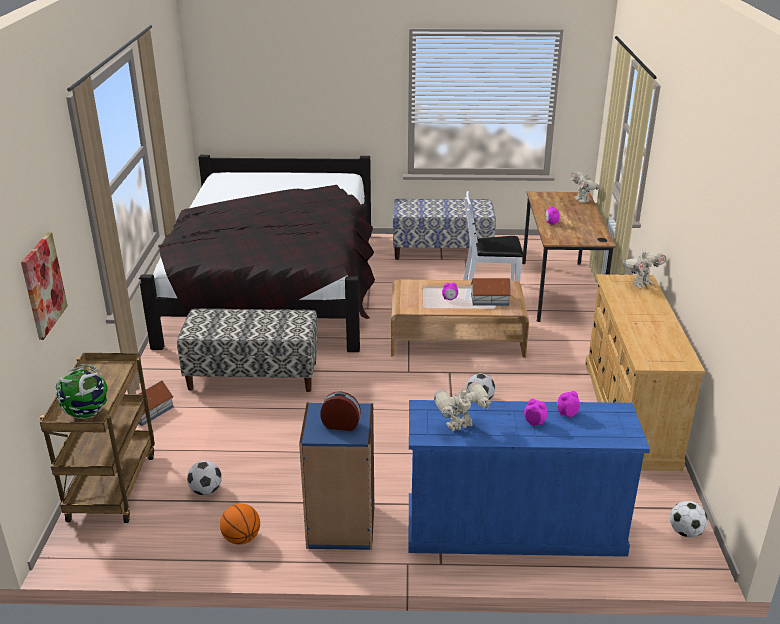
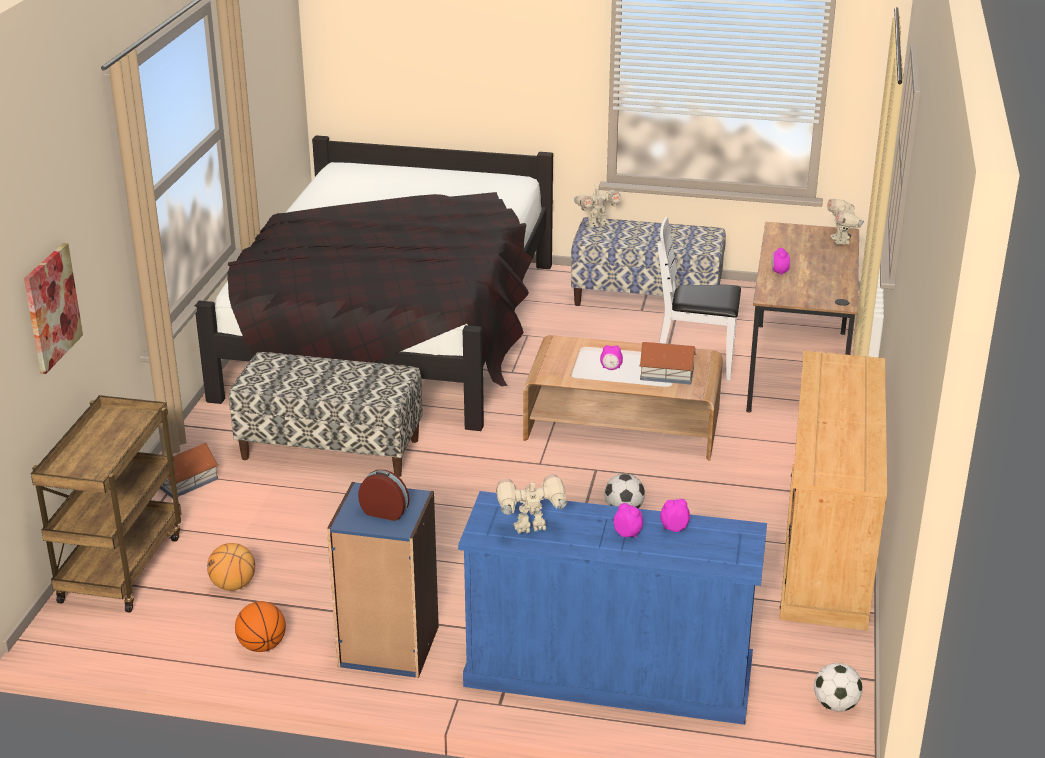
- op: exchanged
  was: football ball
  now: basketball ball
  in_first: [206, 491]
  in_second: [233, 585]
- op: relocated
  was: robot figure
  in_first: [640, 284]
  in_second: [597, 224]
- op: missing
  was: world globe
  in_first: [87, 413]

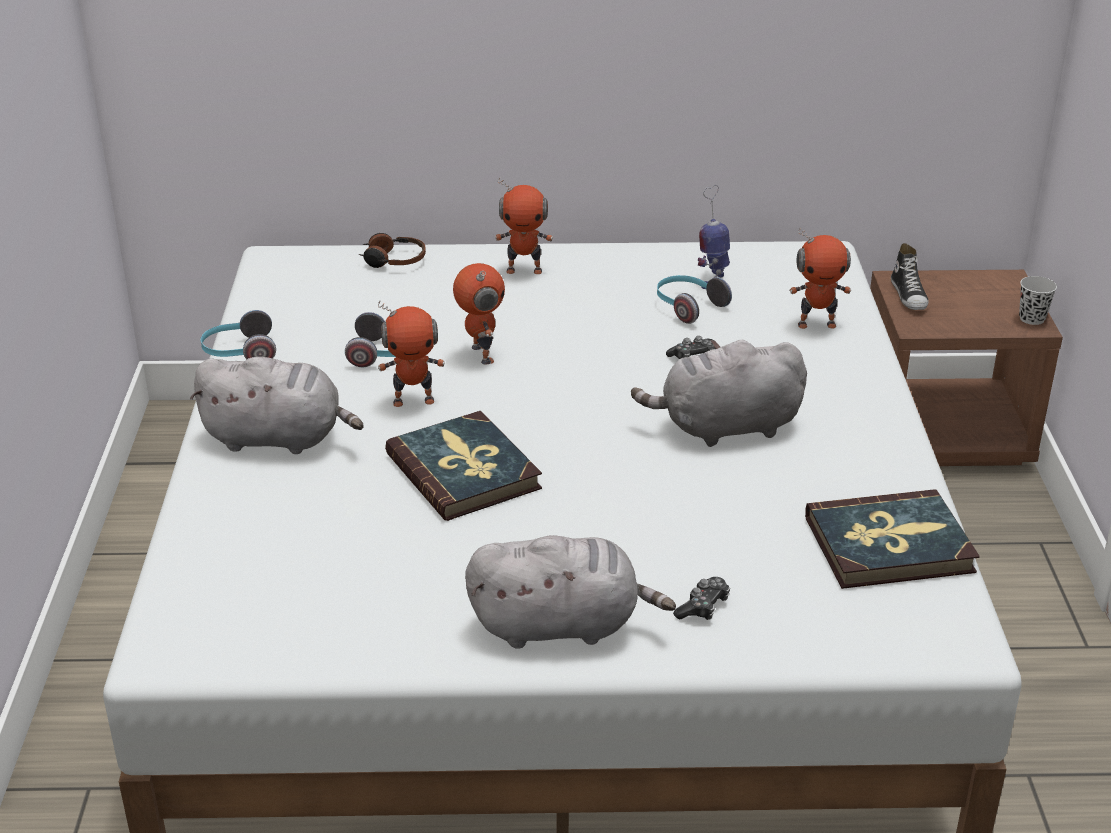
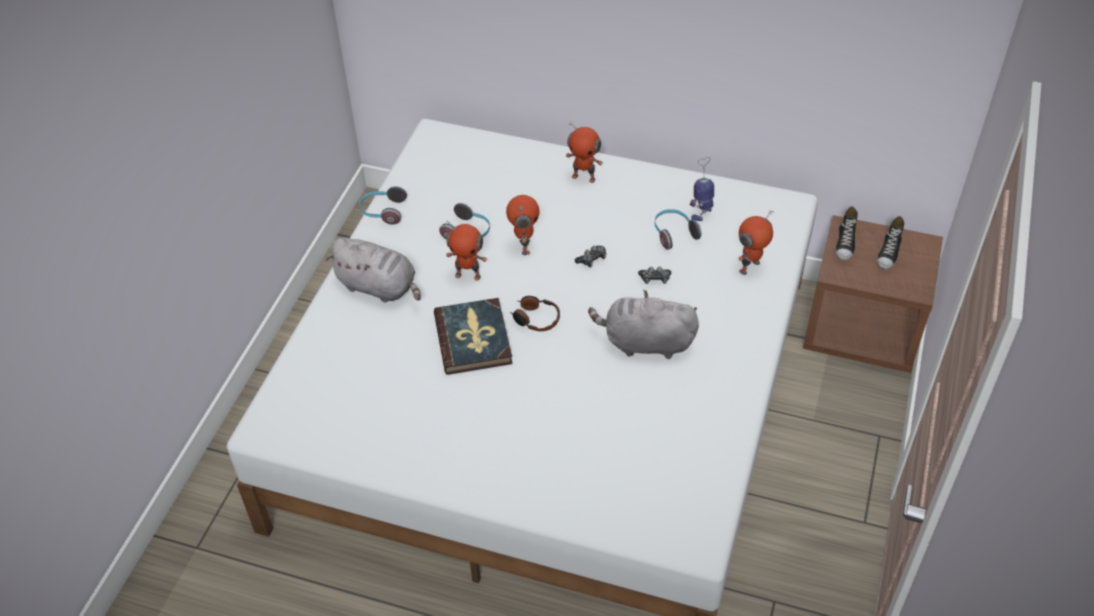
- op: relocated
  was: headset
  in_first: [393, 260]
  in_second: [535, 318]
- op: relocated
  was: joypad
  in_first: [703, 607]
  in_second: [592, 259]
- op: spun
  was: robot figure
  in_first: [816, 324]
  in_second: [750, 268]
  clockwise: 120
- op: appeared
  now: low shoe
  in_second: [889, 253]
- op: missing
  was: greyish cuddly toy
  in_first: [561, 625]
- op: missing
  was: bound book
  in_first: [889, 545]
- op: missing
  was: black small cup
  in_first: [1032, 318]

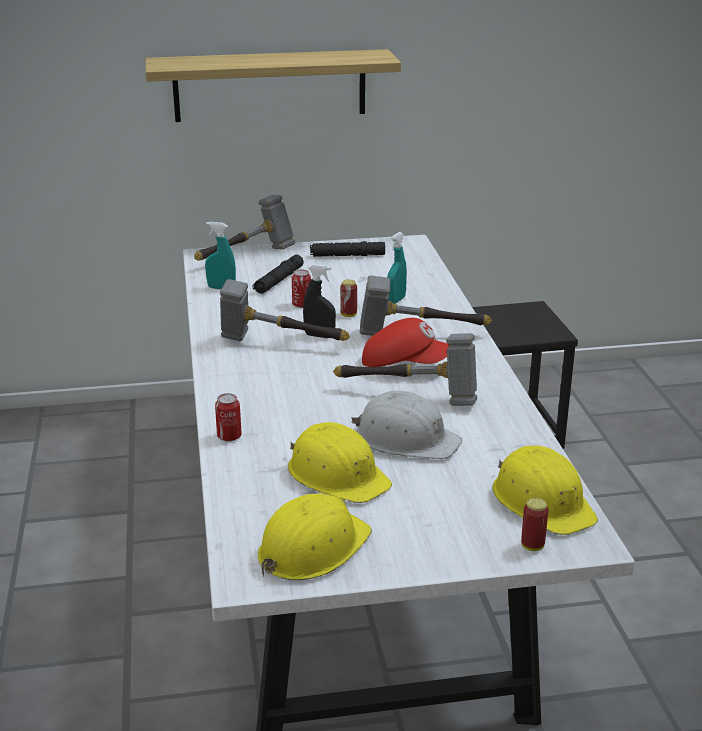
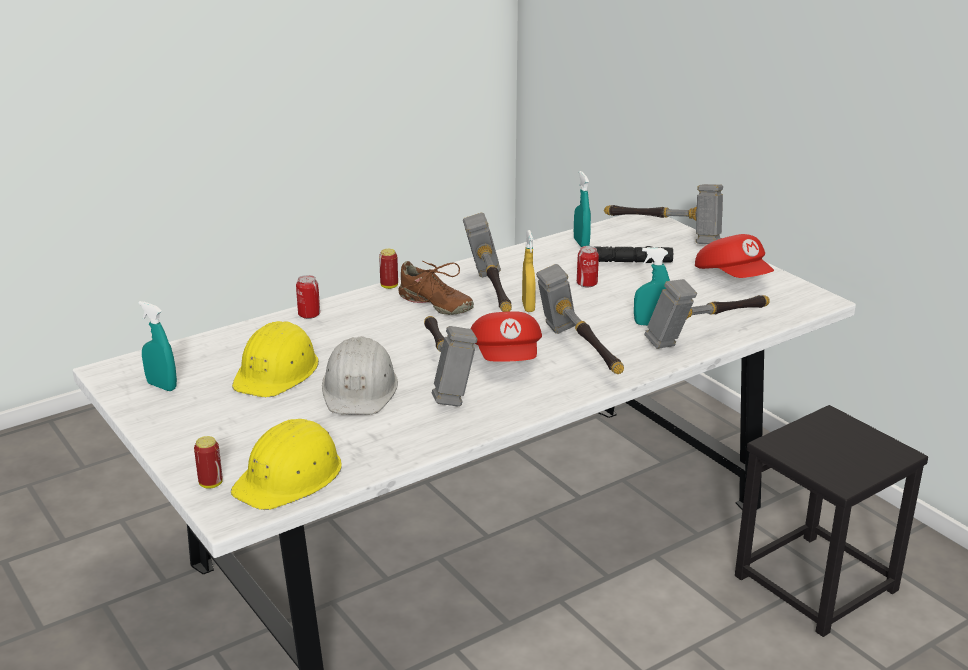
- op: exchanged
  was: yellowish work helmet
  now: turquoise sprayer
  in_first: [312, 548]
  in_second: [161, 386]
- op: relocated
  was: sealed can
  in_first: [348, 315]
  in_second: [389, 286]
- op: appeared
  now: brown low shoe
  in_second: [435, 304]
- op: colour
  was: black sprayer
  now: yellowish sprayer
  in_first: [319, 336]
  in_second: [528, 307]
- op: appeared
  now: hammer
  in_second: [706, 334]
- op: exchanged
  was: black flashlight
  now: red baseball cap
  in_first: [347, 255]
  in_second: [733, 277]
- op: missing
  was: bracket shelf
  in_first: [270, 85]

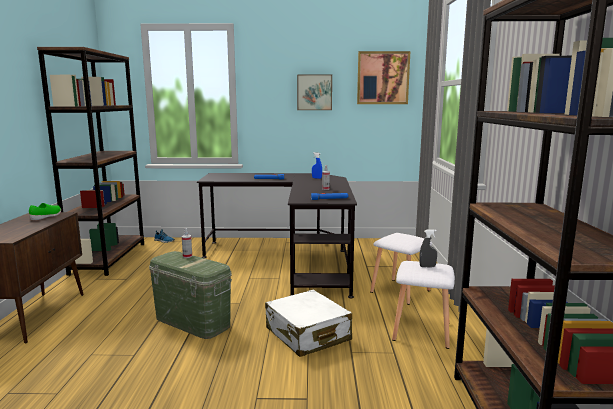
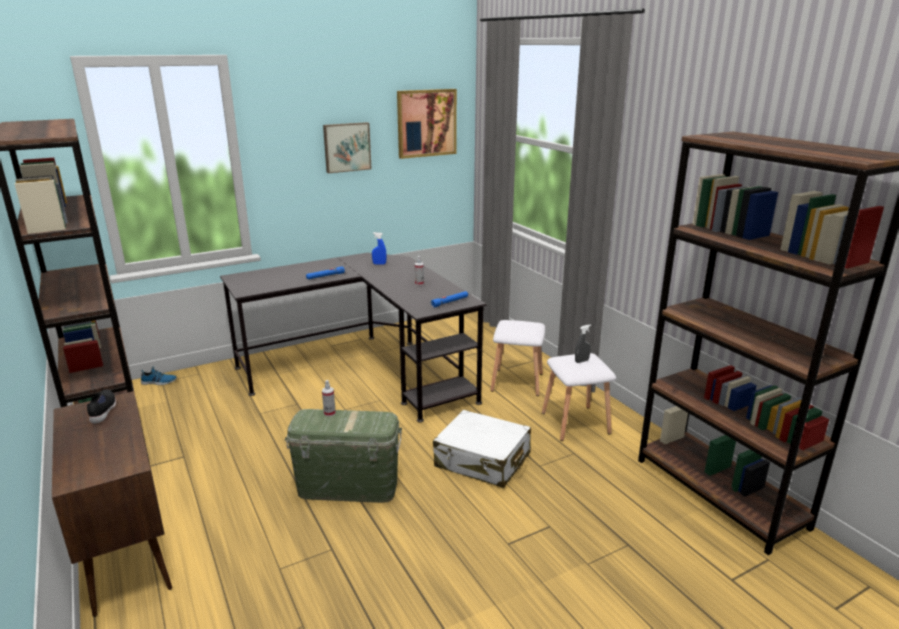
- op: colour
  was: greenish low shoe
  now: black low shoe
  in_first: [46, 217]
  in_second: [103, 411]

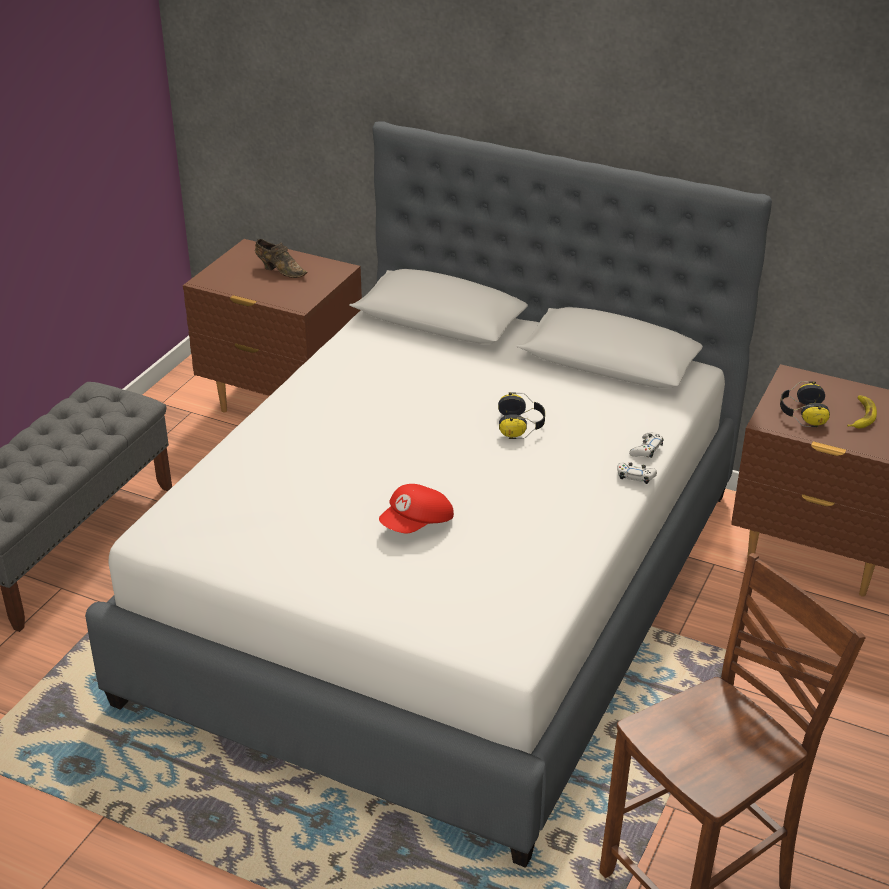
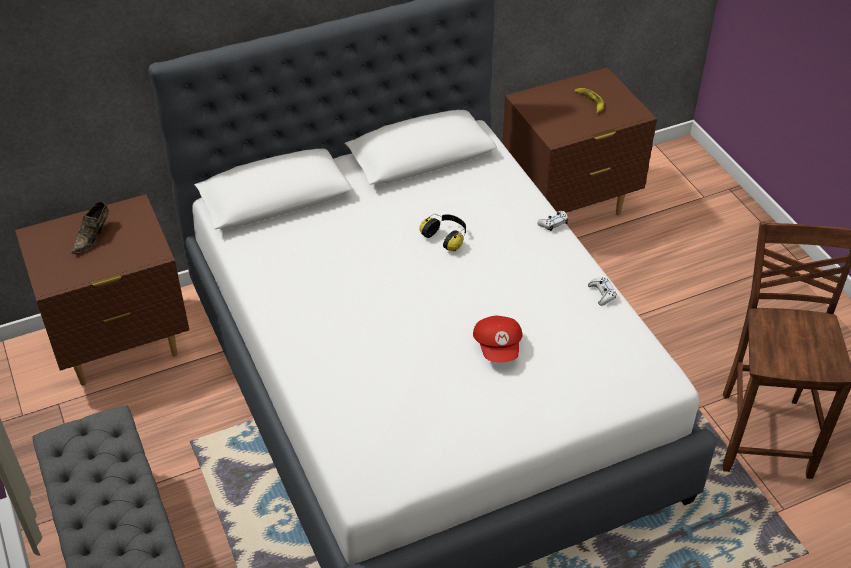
- op: spun
  was: brown low shoe
  in_first: [280, 270]
  in_second: [93, 237]
  clockwise: 135
- op: relocated
  was: whitish joypad
  in_first: [646, 449]
  in_second: [602, 294]
- op: missing
  was: headset
  in_first: [801, 414]

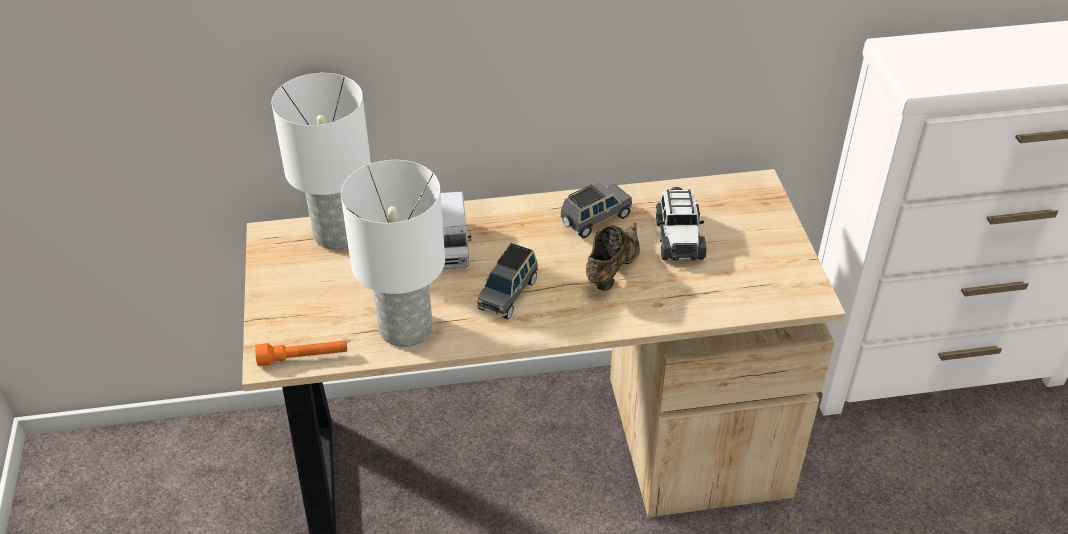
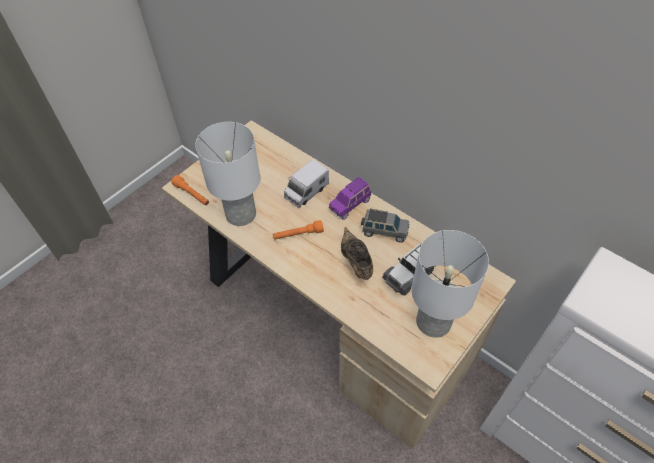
- op: exchanged
  was: greyish model car
  now: orangey flashlight
  in_first: [508, 294]
  in_second: [298, 235]
- op: appeared
  now: purplish model car
  in_second: [350, 204]
- op: spun
  was: brown low shoe
  in_first: [611, 270]
  in_second: [355, 262]
  clockwise: -90
- op: relocated
  was: whitish lamp for a table
  in_first: [339, 233]
  in_second: [434, 322]

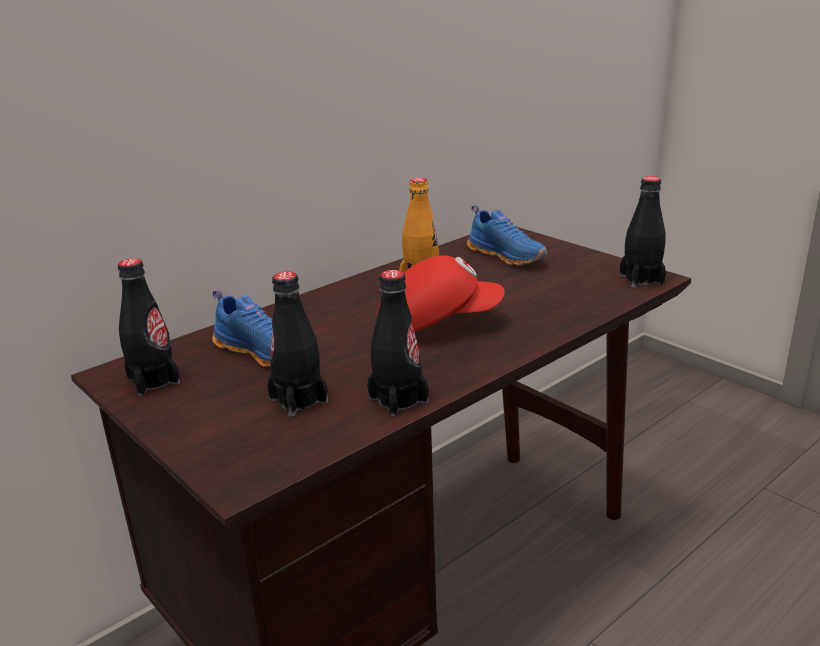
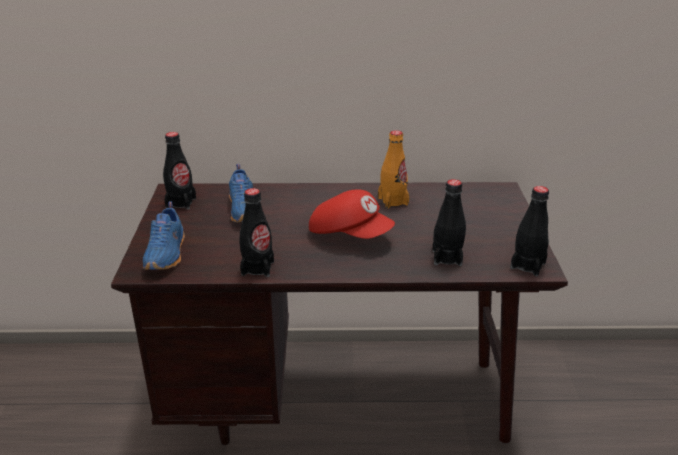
- op: relocated
  was: bluish low shoe
  in_first: [507, 256]
  in_second: [167, 254]
- op: relocated
  was: black bottle
  in_first: [298, 400]
  in_second: [447, 258]

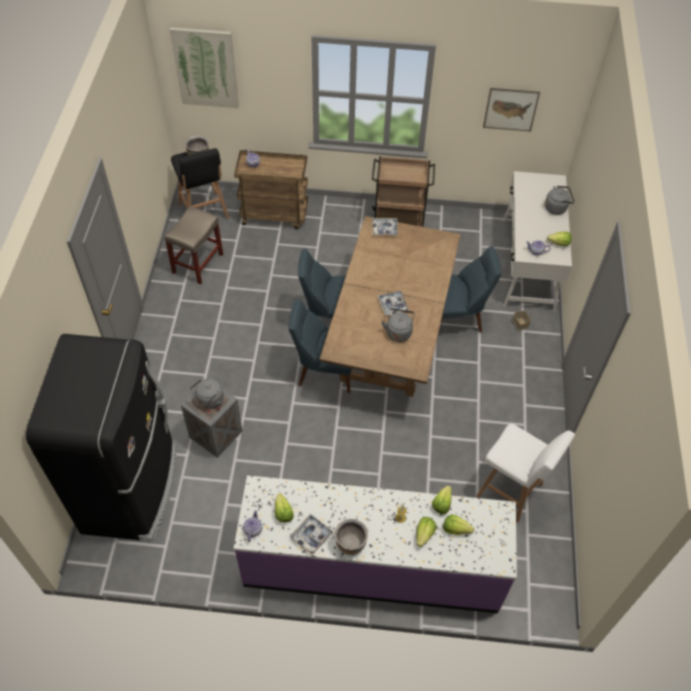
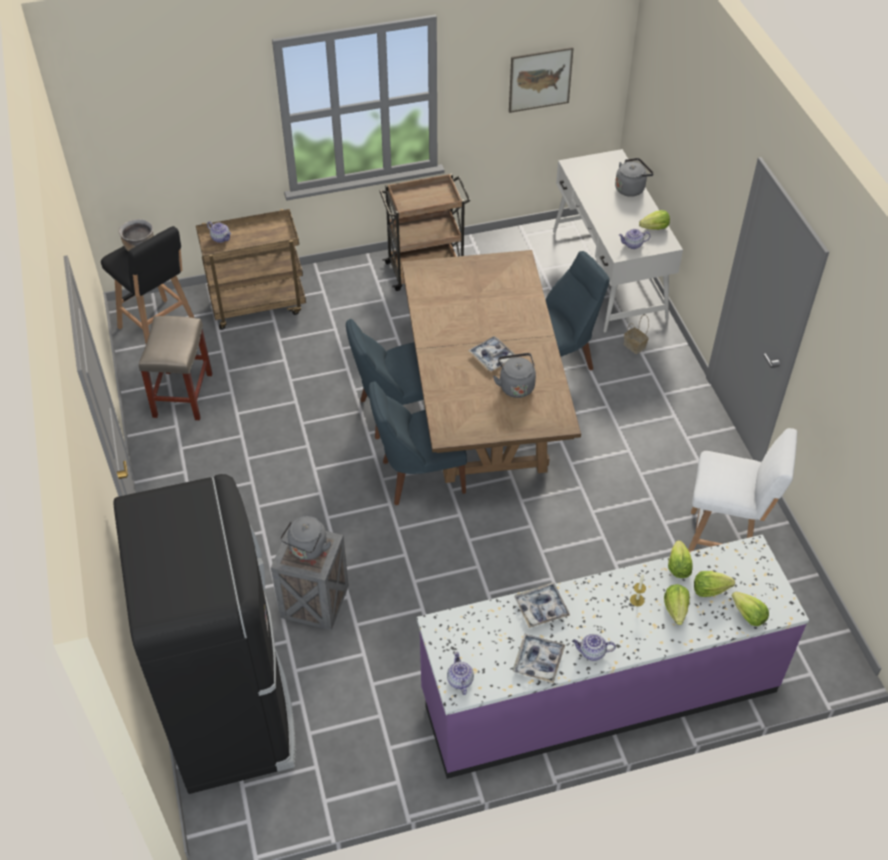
- op: relocated
  was: serving tray
  in_first: [384, 229]
  in_second: [541, 608]
- op: exchanged
  was: brown stockpot
  now: teapot
  in_first: [350, 543]
  in_second: [591, 652]
- op: relocated
  was: lettuce
  in_first: [283, 512]
  in_second: [748, 615]
- op: missing
  was: wall picture
  in_first: [206, 68]

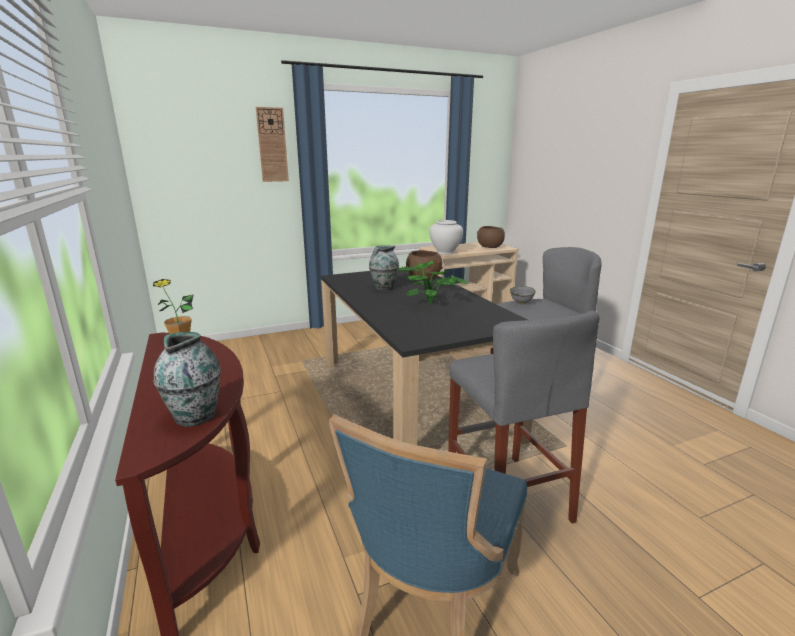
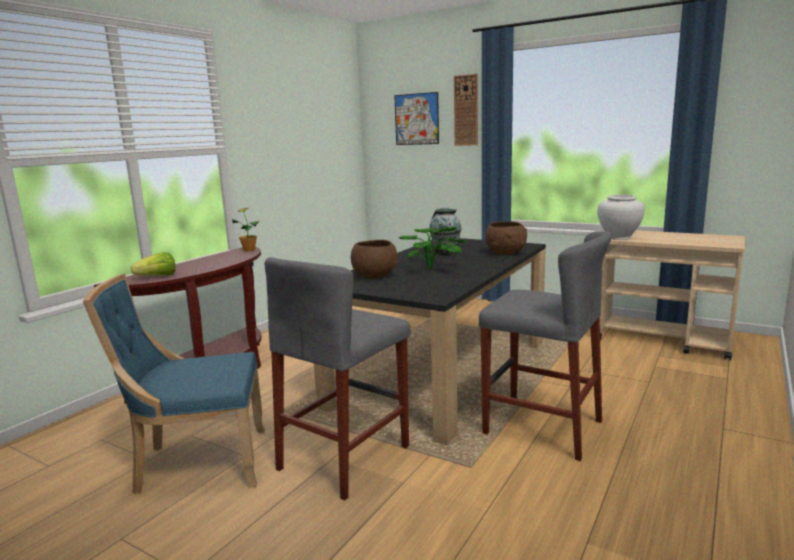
- op: exchanged
  was: decorative vase
  now: lettuce
  in_first: [195, 415]
  in_second: [158, 277]
- op: relocated
  was: brown bowl
  in_first: [489, 247]
  in_second: [374, 276]
- op: appeared
  now: wall picture
  in_second: [416, 119]
- op: missing
  was: greyish bowl
  in_first: [522, 303]

